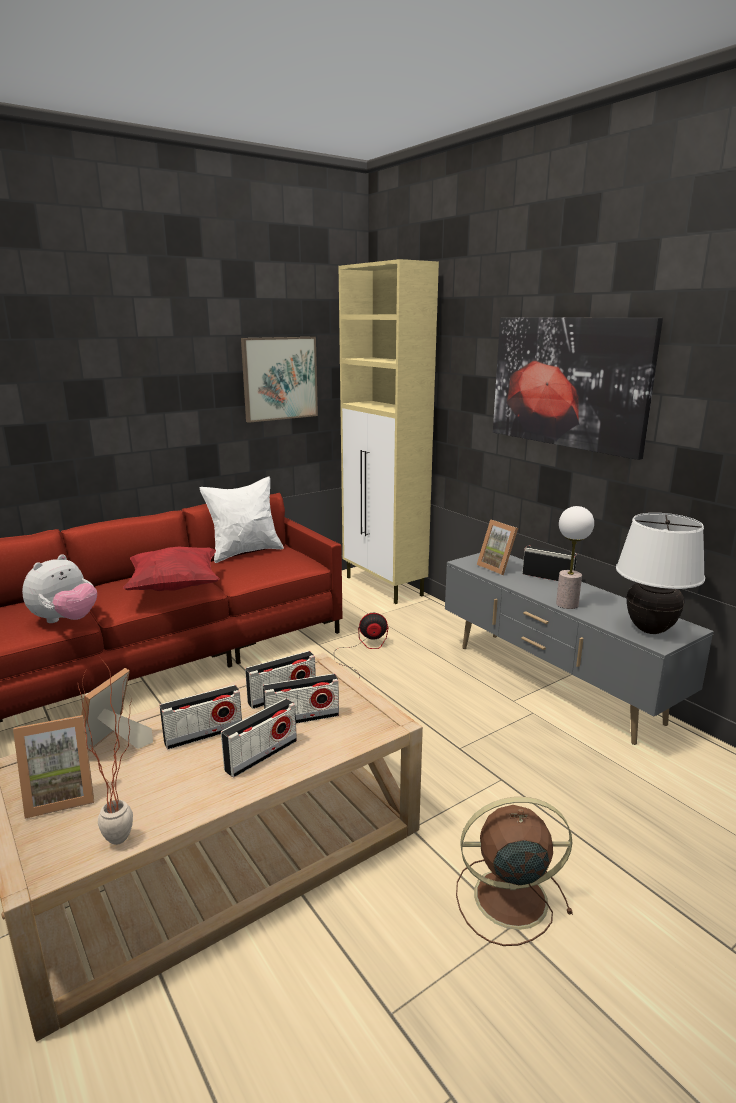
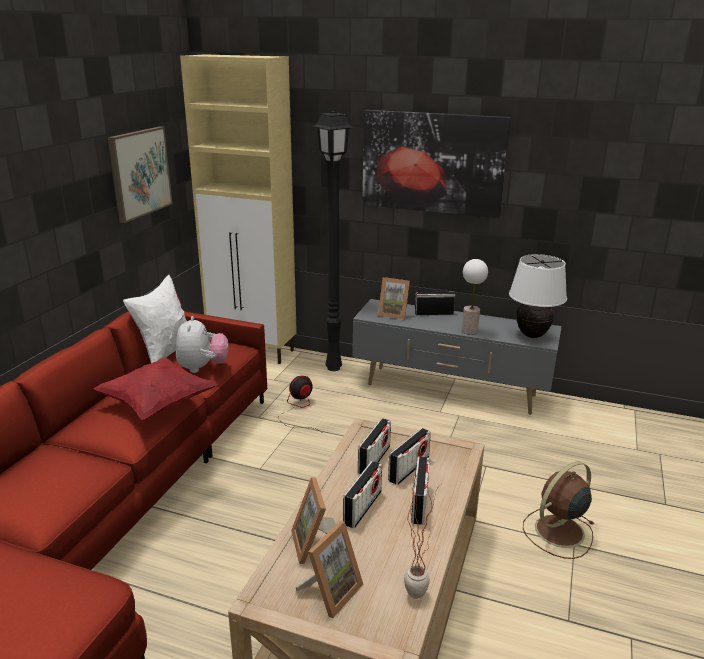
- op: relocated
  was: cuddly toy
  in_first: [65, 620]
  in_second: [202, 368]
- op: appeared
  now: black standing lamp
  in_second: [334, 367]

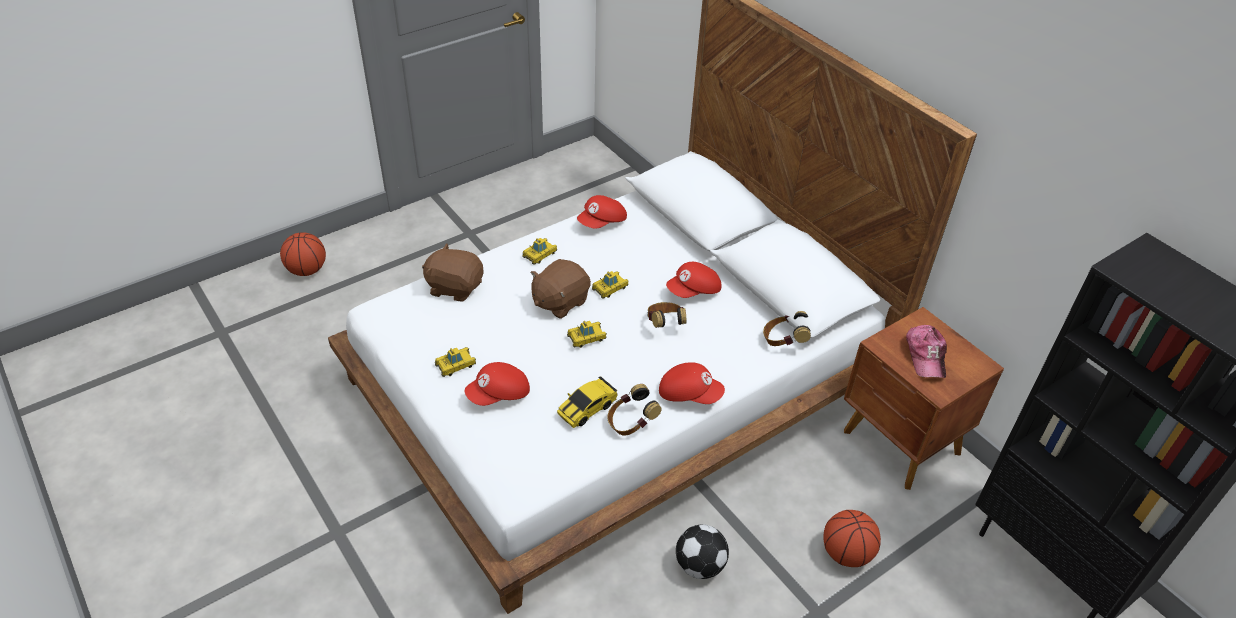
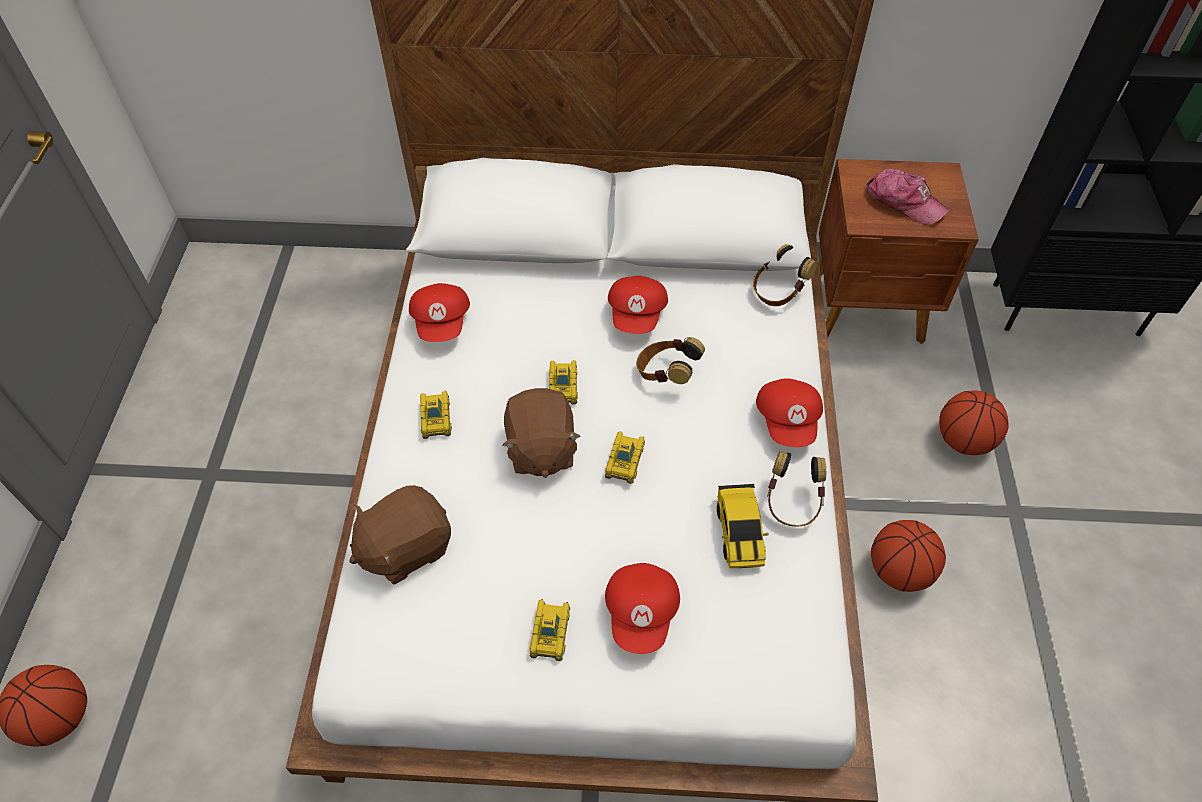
- op: spun
  was: red baseball cap
  in_first: [689, 394]
  in_second: [788, 421]
  clockwise: 120
- op: exchanged
  was: football ball
  now: basketball ball
  in_first: [700, 565]
  in_second: [898, 571]

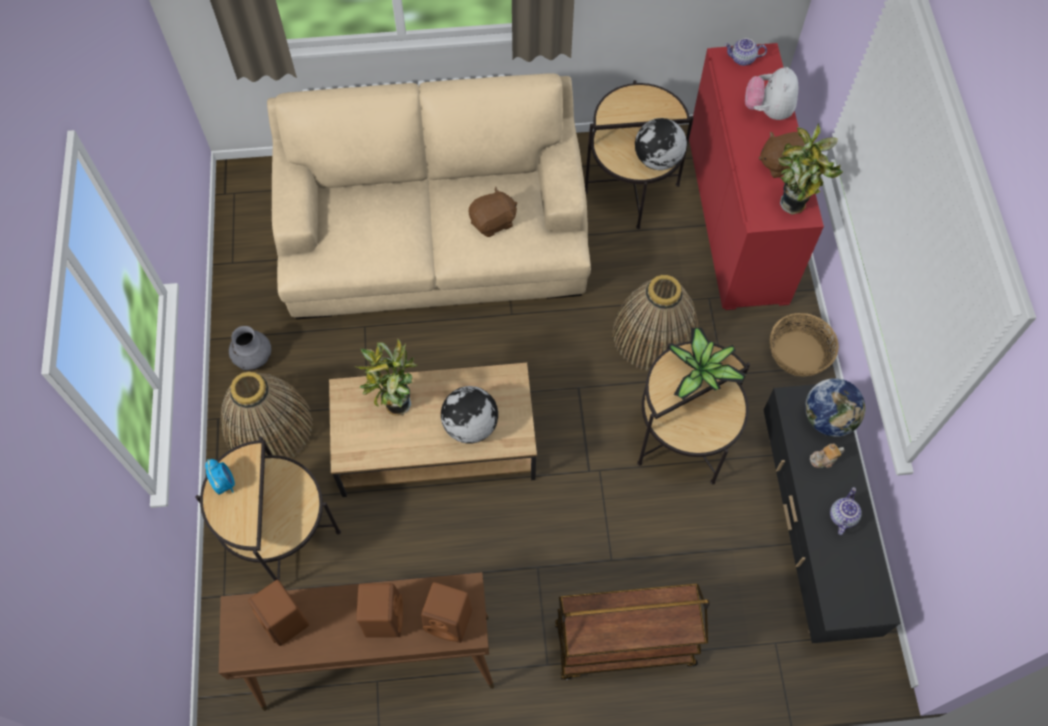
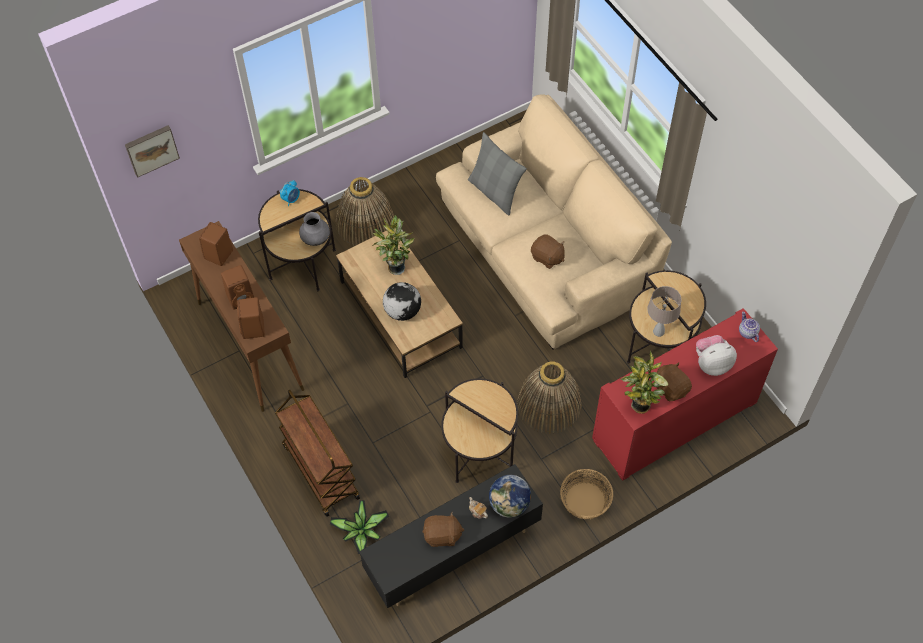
- op: appeared
  now: wall picture
  in_second: [151, 149]
- op: relocated
  was: greyish decorative vase
  in_first: [254, 358]
  in_second: [316, 239]
- op: relocated
  was: potted plant
  in_first: [702, 372]
  in_second: [361, 531]
- op: exchanged
  was: teapot
  now: brown cuddly toy
  in_first: [842, 516]
  in_second: [442, 535]
- op: appeared
  now: greyish throw pillow
  in_second: [495, 192]
- op: exchanged
  was: world globe
  now: sand-coloured lamp for a table
  in_first: [657, 160]
  in_second: [658, 331]

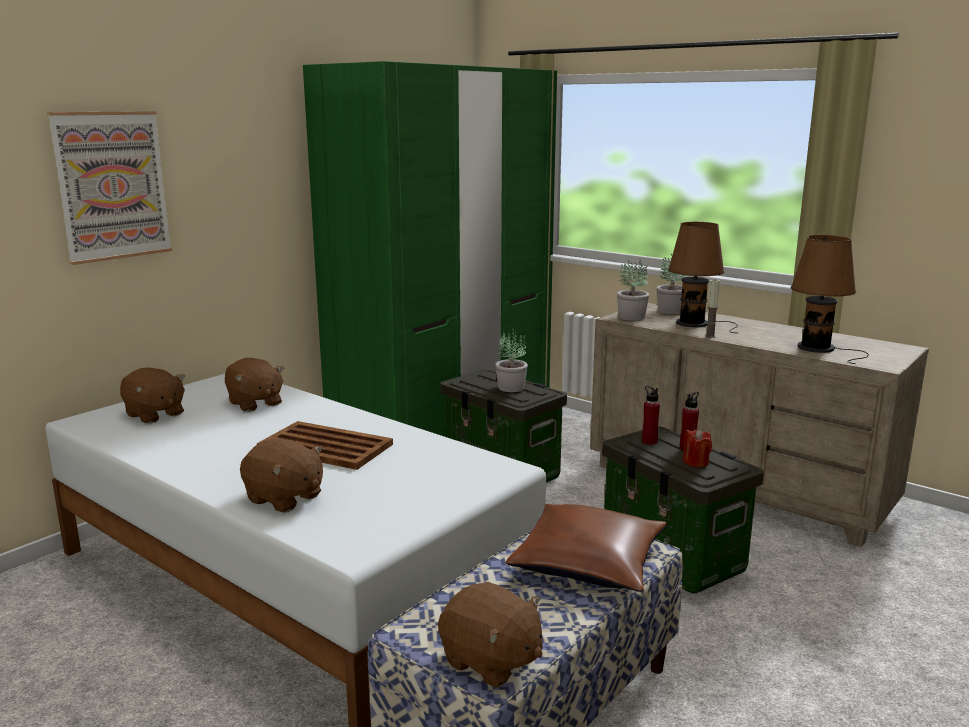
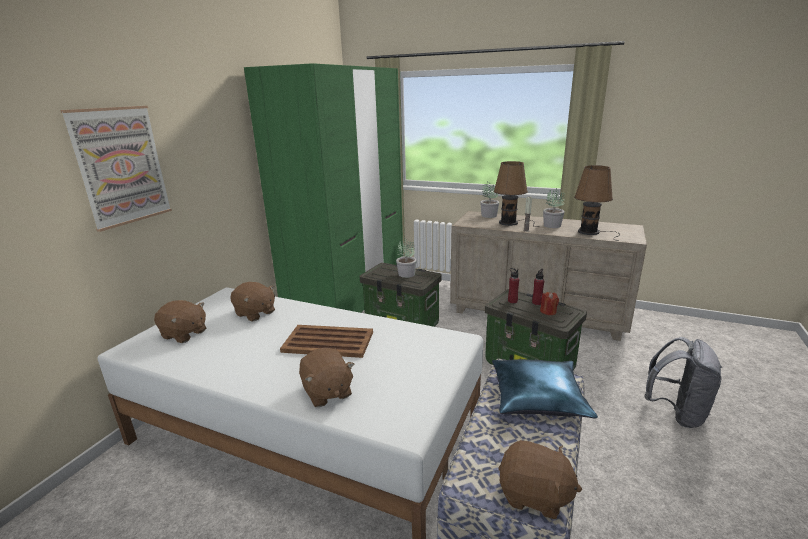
- op: spun
  was: brown cuddly toy
  in_first: [284, 498]
  in_second: [327, 392]
  clockwise: 45
- op: colour
  was: brown throw pillow
  now: bluish throw pillow
  in_first: [589, 561]
  in_second: [538, 396]
- op: relocated
  was: potted plant
  in_first: [631, 317]
  in_second: [551, 225]
- op: appeared
  now: greyish backpack
  in_second: [676, 412]

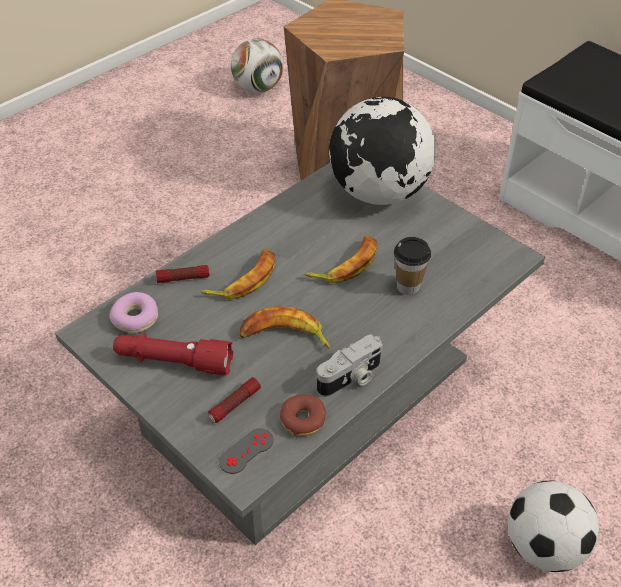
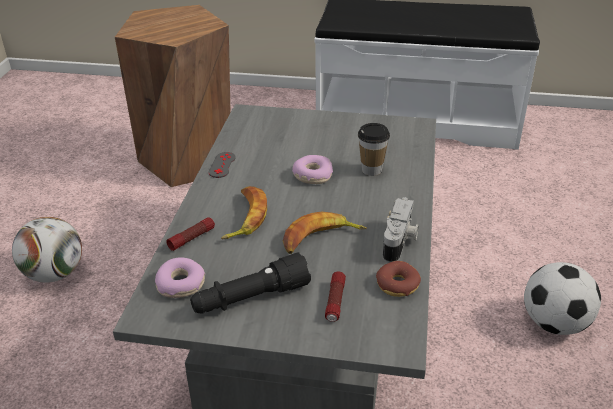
- op: relocated
  was: football ball
  in_first: [258, 88]
  in_second: [55, 273]
- op: colour
  was: red flashlight
  now: black flashlight
  in_first: [173, 362]
  in_second: [250, 298]
- op: relocated
  was: greyish joypad
  in_first: [246, 451]
  in_second: [222, 165]
- op: exchanged
  was: whole banana
  now: donut
  in_first: [346, 264]
  in_second: [312, 175]
- op: missing
  was: world globe
  in_first: [378, 193]

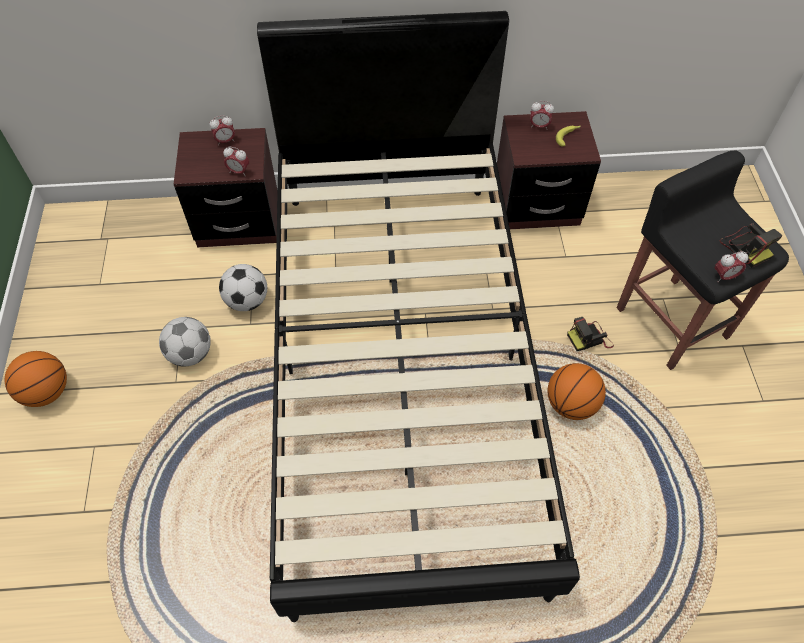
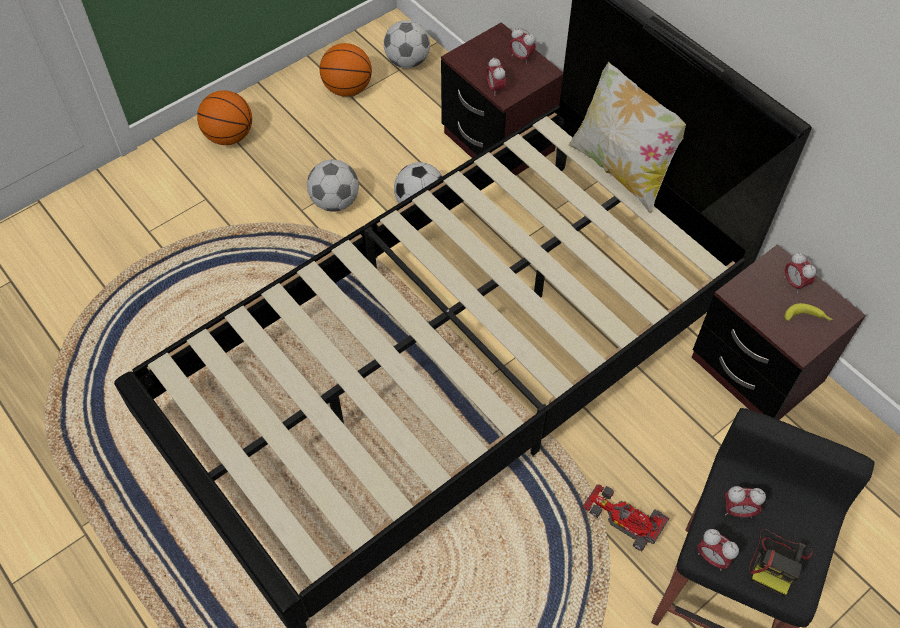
- op: relocated
  was: basketball ball
  in_first: [571, 404]
  in_second: [347, 89]
- op: appeared
  now: football ball
  in_second: [407, 61]
- op: appeared
  now: throw pillow
  in_second: [621, 169]
- op: exchanged
  was: photo camera
  now: model car
  in_first: [589, 338]
  in_second: [623, 517]
- op: appeared
  now: alarm clock
  in_second: [737, 510]

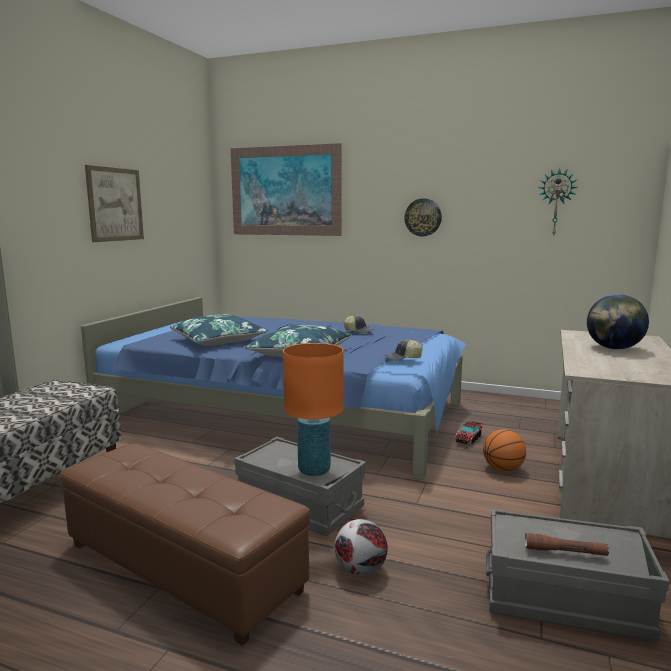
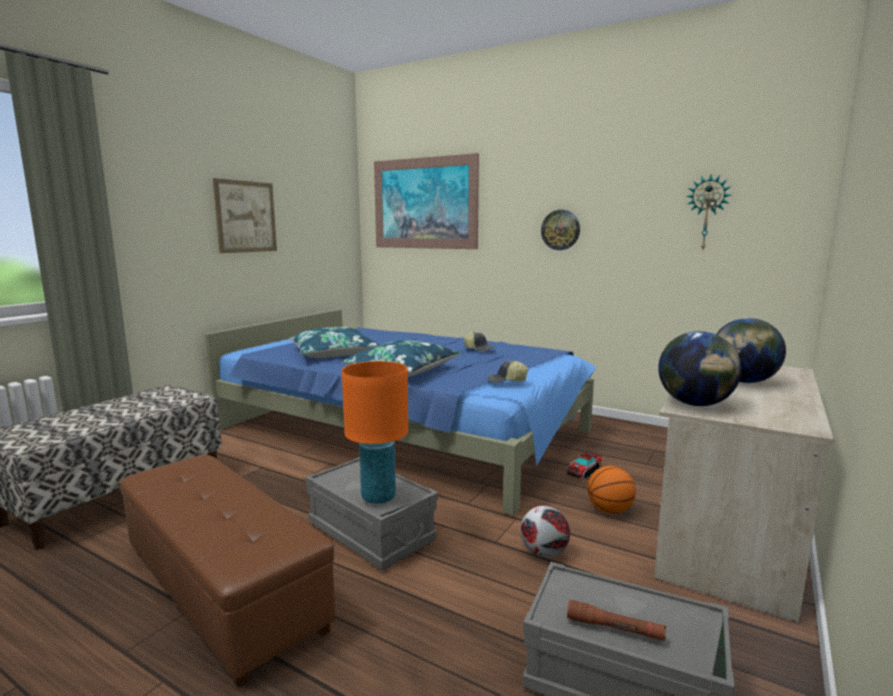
- op: relocated
  was: football ball
  in_first: [360, 570]
  in_second: [543, 553]
- op: appeared
  now: world globe
  in_second: [695, 404]

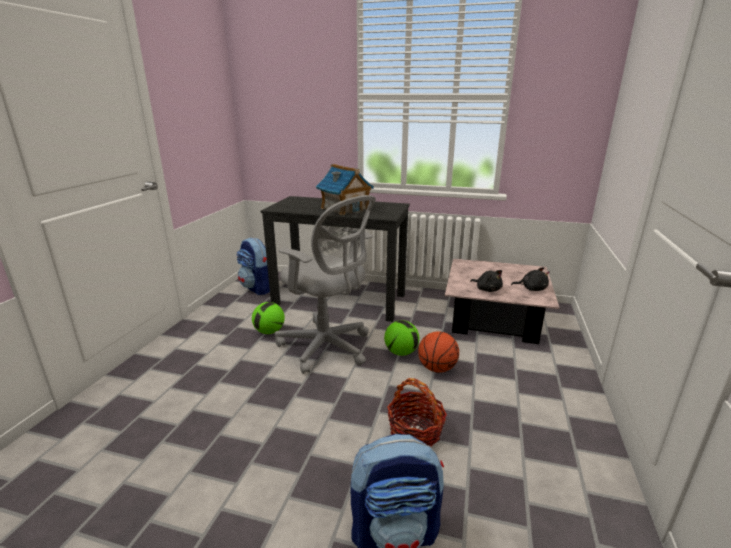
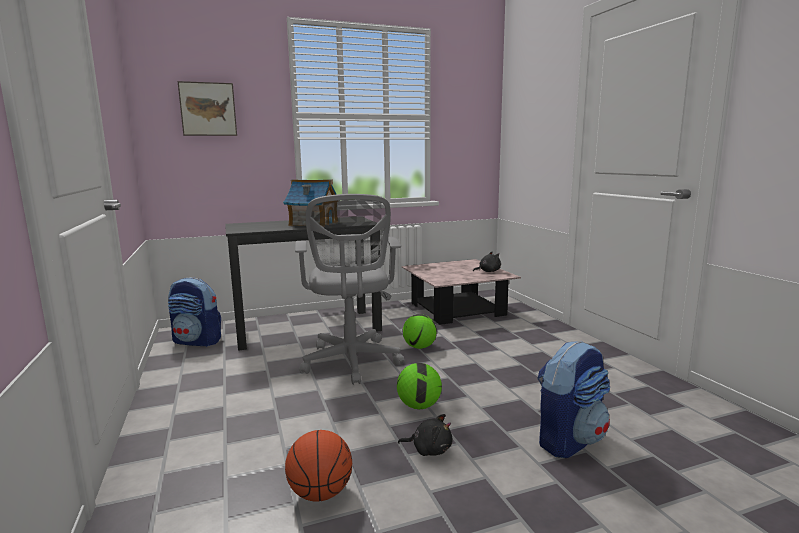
- op: appeared
  now: wall picture
  in_second: [208, 109]
- op: relocated
  was: basketball ball
  in_first: [437, 368]
  in_second: [320, 493]
- op: spun
  was: greyish desk chair
  in_first: [327, 348]
  in_second: [351, 363]
  clockwise: 75
- op: relocated
  was: football ball
  in_first: [269, 331]
  in_second: [419, 406]
- op: relocated
  was: black cuddly toy
  in_first: [487, 289]
  in_second: [429, 449]
- op: missing
  was: household basket
  in_first: [415, 432]

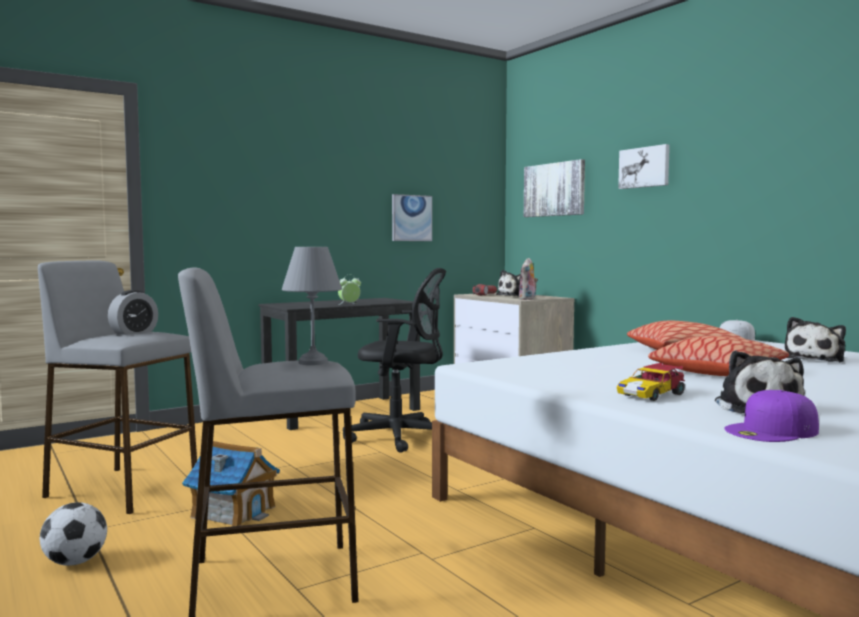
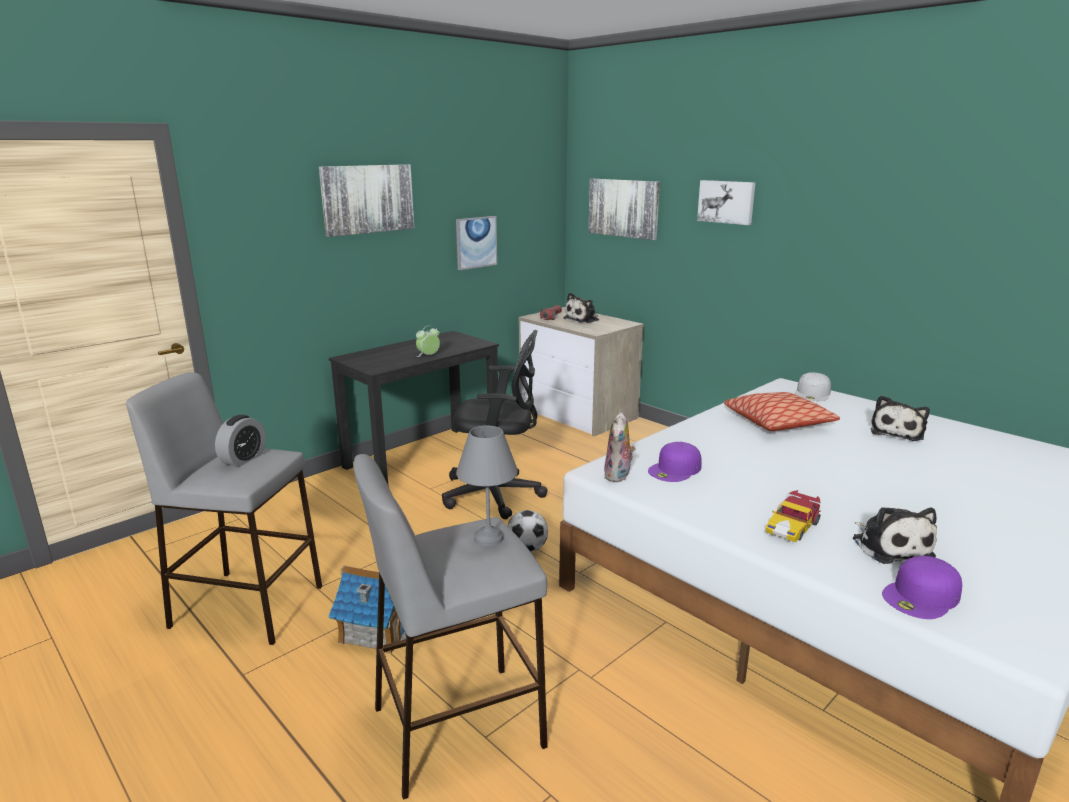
- op: appeared
  now: wall picture
  in_second: [367, 199]
- op: relocated
  was: football ball
  in_first: [75, 562]
  in_second: [527, 549]
- op: relocated
  was: cuddly toy
  in_first: [528, 299]
  in_second: [618, 476]
- op: appeared
  now: purplish baseball cap
  in_second: [675, 469]
- op: missing
  was: throw pillow
  in_first: [717, 372]

